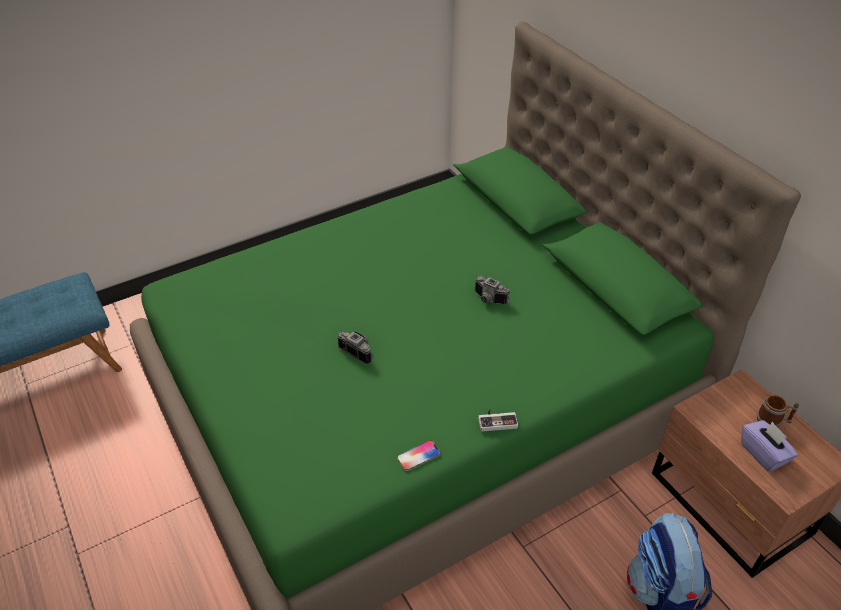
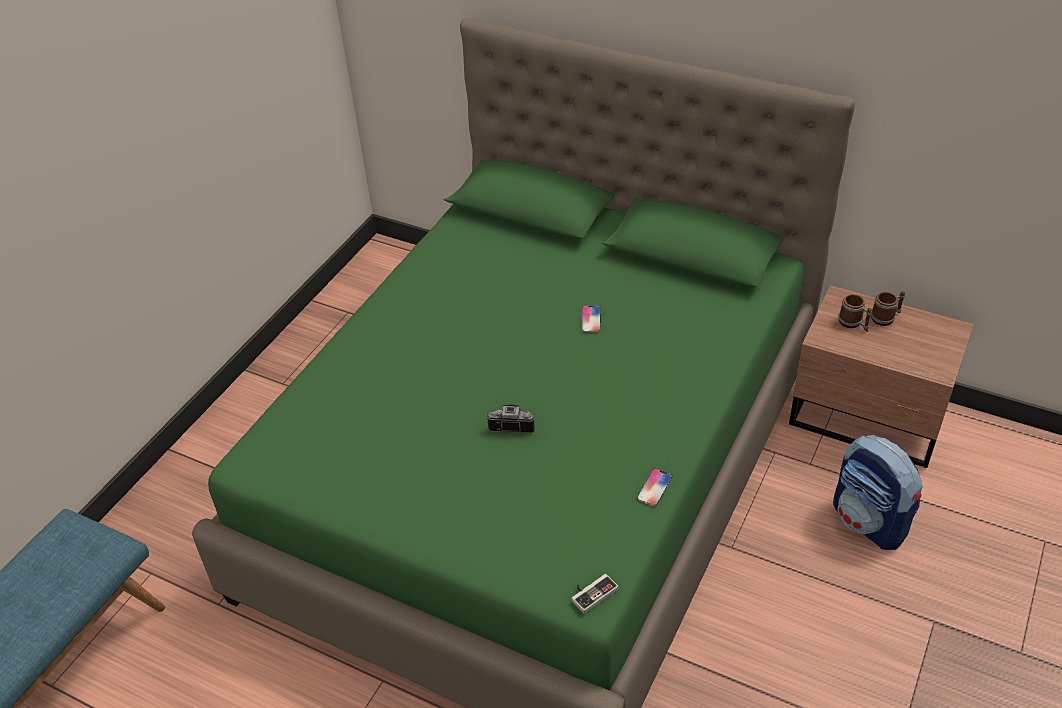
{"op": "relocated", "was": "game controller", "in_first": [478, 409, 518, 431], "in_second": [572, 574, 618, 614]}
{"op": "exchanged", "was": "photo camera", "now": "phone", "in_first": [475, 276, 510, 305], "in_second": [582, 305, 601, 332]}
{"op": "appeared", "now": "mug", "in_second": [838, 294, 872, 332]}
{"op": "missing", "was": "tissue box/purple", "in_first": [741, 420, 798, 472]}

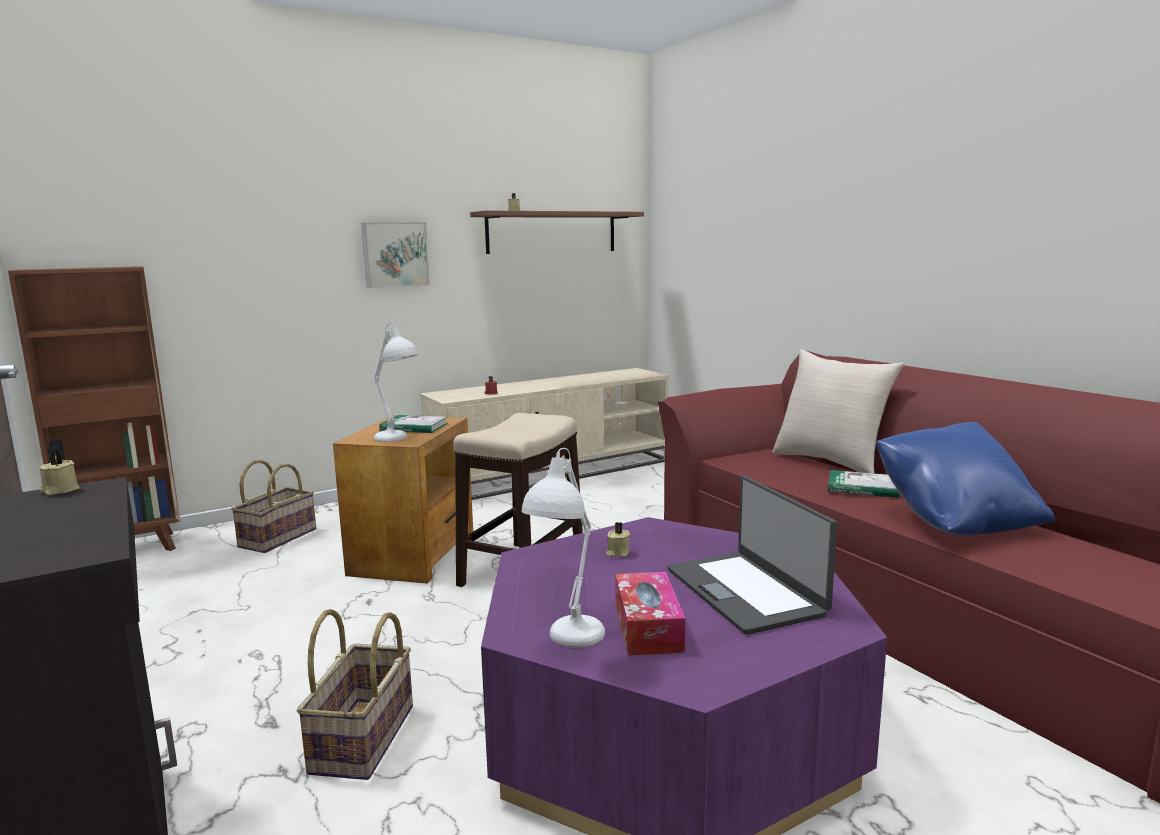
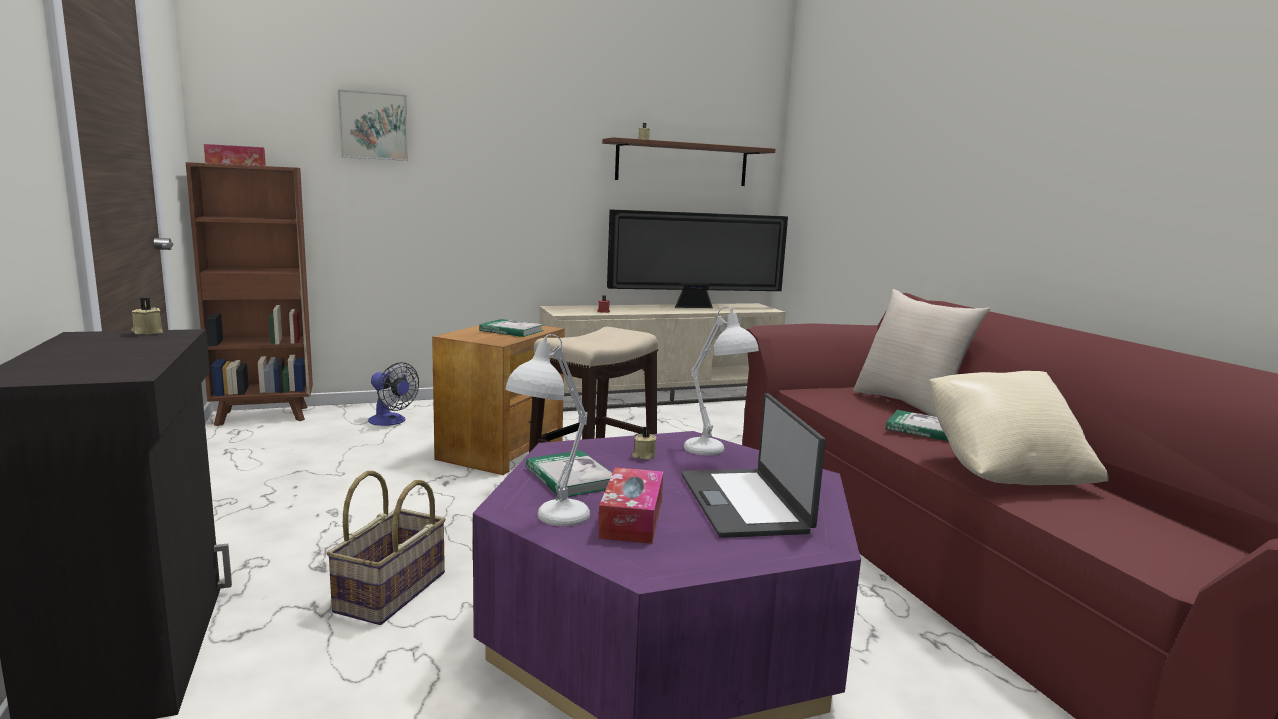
{"op": "appeared", "now": "tissue box", "in_second": [204, 144, 266, 166]}
{"op": "relocated", "was": "picture", "in_first": [361, 222, 430, 288], "in_second": [338, 89, 408, 161]}
{"op": "exchanged", "was": "basket", "now": "fan", "in_first": [231, 459, 316, 553], "in_second": [368, 362, 419, 426]}
{"op": "appeared", "now": "book", "in_second": [526, 450, 613, 497]}
{"op": "appeared", "now": "television", "in_second": [607, 209, 788, 308]}
{"op": "relocated", "was": "table lamp/white", "in_first": [374, 323, 418, 442], "in_second": [684, 307, 759, 456]}
{"op": "colour", "was": "pillow/blue", "now": "pillow/beige", "in_first": [876, 422, 1055, 536], "in_second": [929, 371, 1108, 485]}

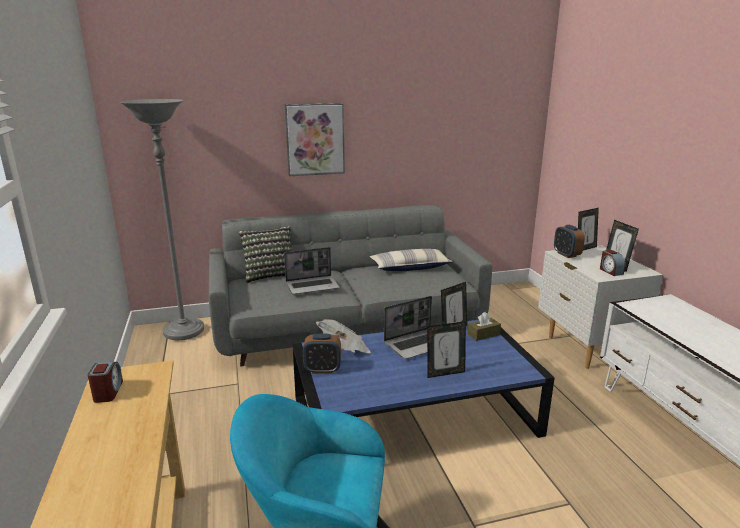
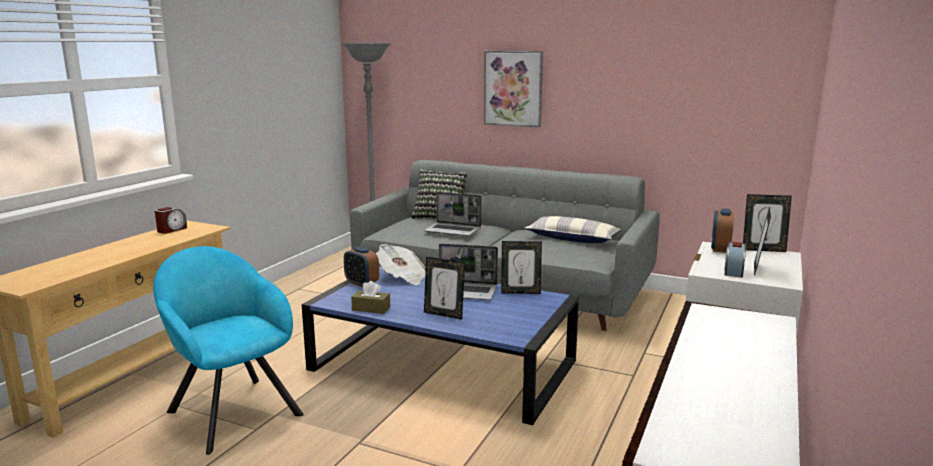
{"op": "relocated", "was": "tissue box/brown", "in_first": [468, 312, 501, 341], "in_second": [351, 281, 390, 314]}

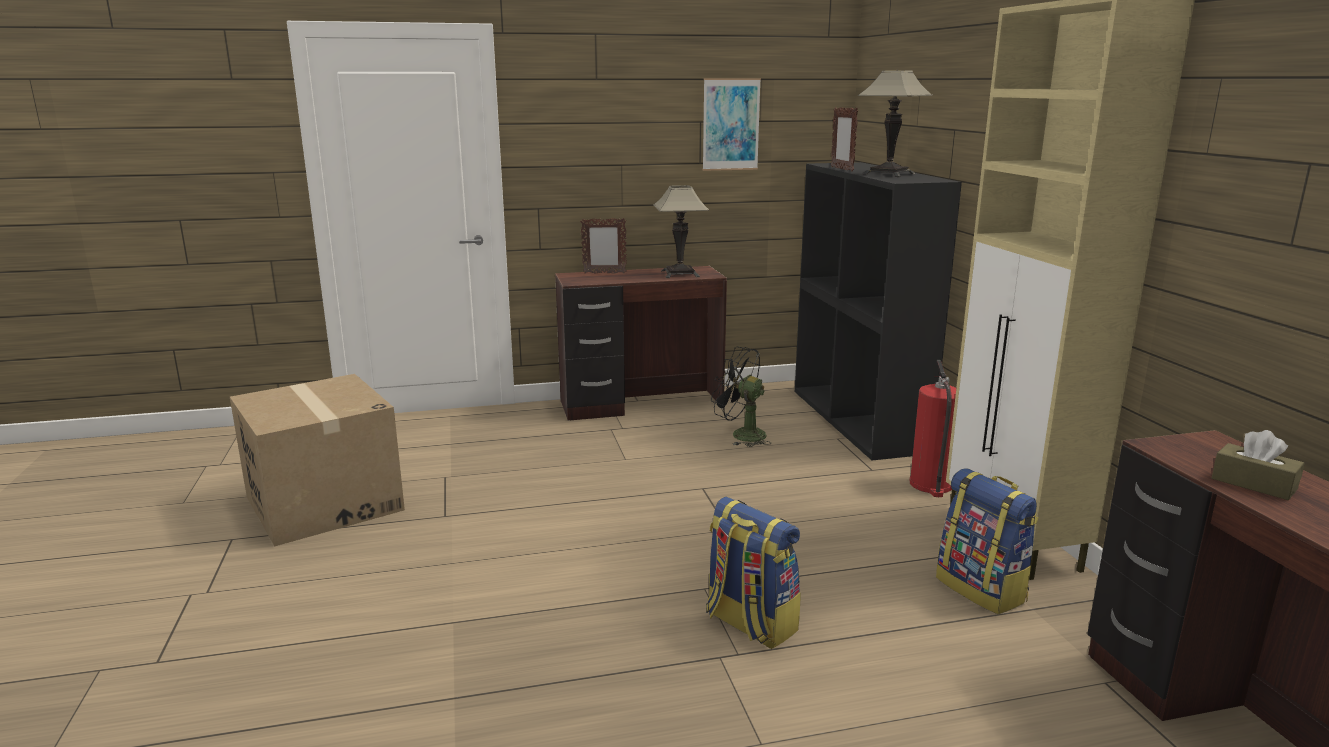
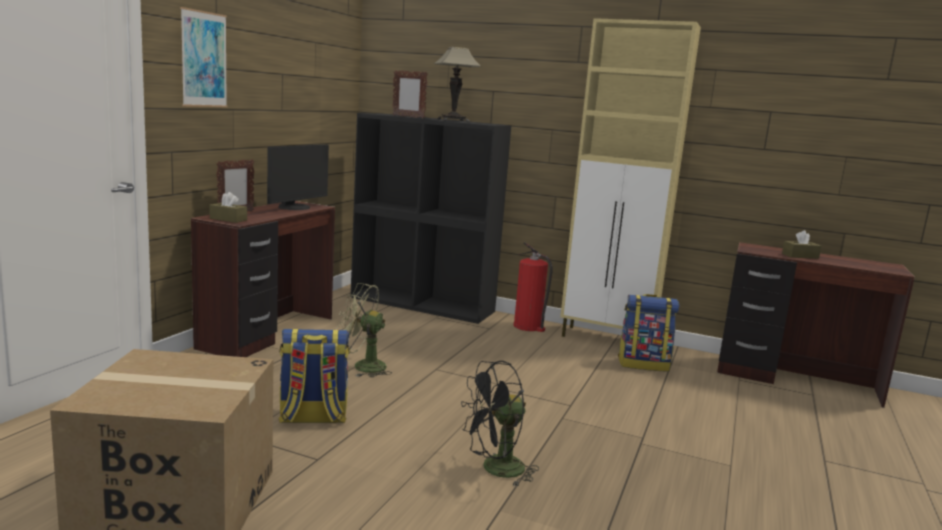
{"op": "relocated", "was": "picture", "in_first": [703, 78, 761, 171], "in_second": [180, 7, 227, 107]}
{"op": "appeared", "now": "tissue box/brown", "in_second": [210, 192, 247, 223]}
{"op": "exchanged", "was": "table lamp", "now": "monitor", "in_first": [653, 185, 709, 278], "in_second": [267, 144, 329, 210]}
{"op": "relocated", "was": "backpack", "in_first": [706, 497, 801, 649], "in_second": [279, 329, 350, 423]}
{"op": "appeared", "now": "fan/green", "in_second": [336, 283, 392, 378]}
{"op": "relocated", "was": "fan/black", "in_first": [711, 347, 771, 447], "in_second": [461, 361, 539, 487]}

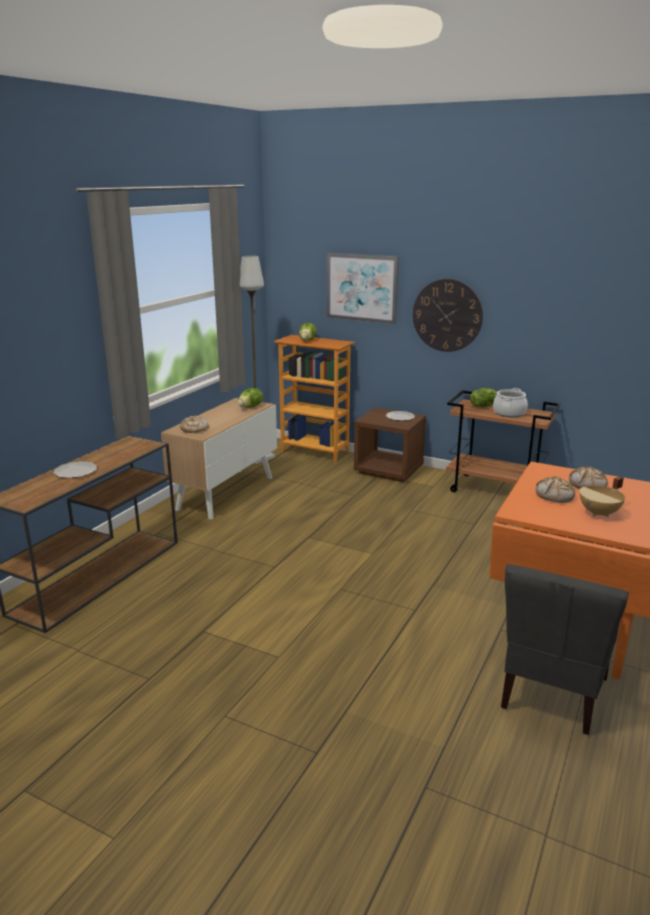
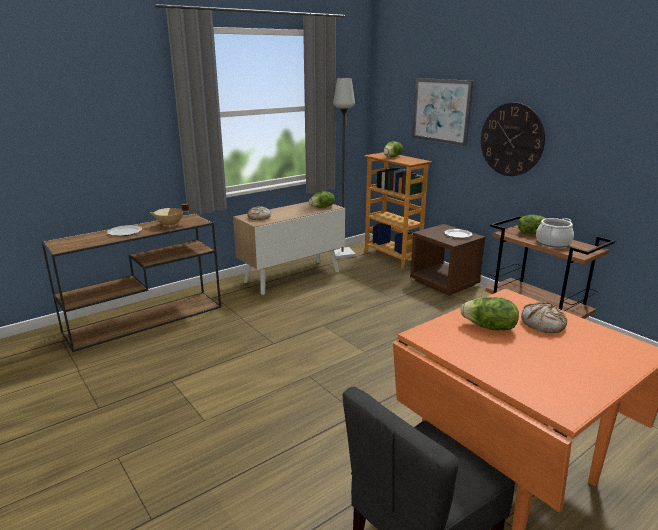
{"op": "relocated", "was": "cooking pot/beige", "in_first": [580, 476, 625, 517], "in_second": [150, 204, 189, 227]}
{"op": "exchanged", "was": "bread", "now": "lettuce", "in_first": [536, 476, 575, 503], "in_second": [461, 297, 519, 331]}

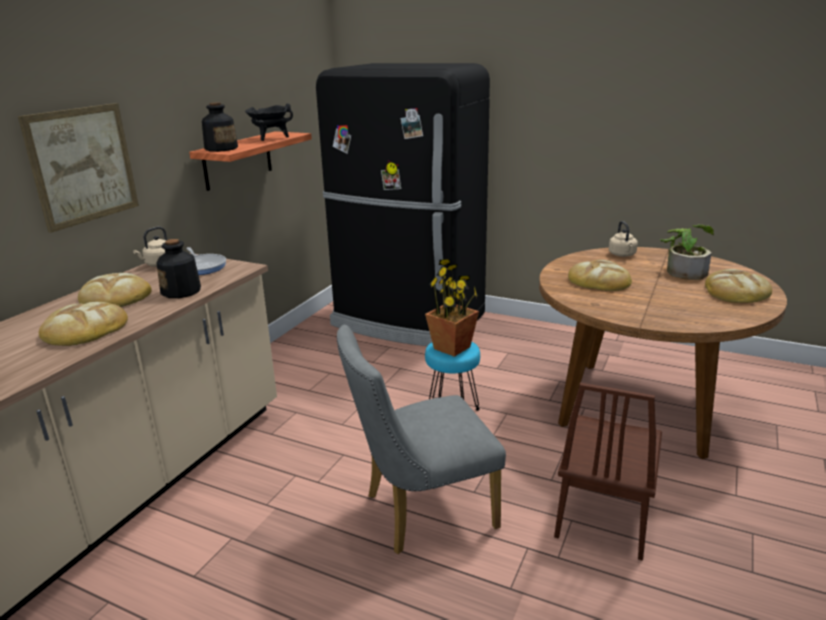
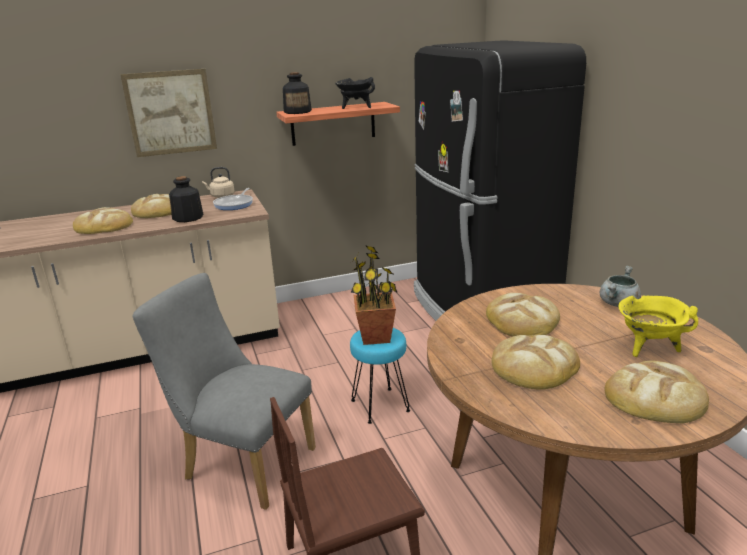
{"op": "appeared", "now": "bread", "in_second": [491, 335, 580, 390]}
{"op": "exchanged", "was": "kettle/beige", "now": "cooking pot/grey", "in_first": [609, 221, 638, 257], "in_second": [600, 266, 641, 307]}
{"op": "exchanged", "was": "potted plant", "now": "cooking pot/yellow", "in_first": [660, 224, 714, 280], "in_second": [619, 295, 698, 357]}

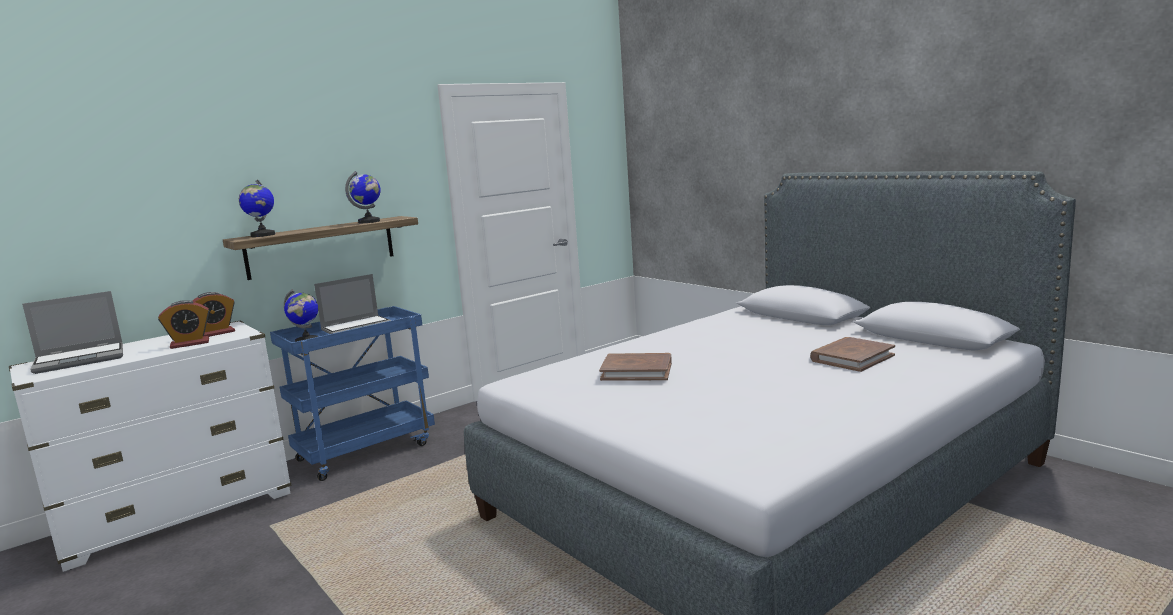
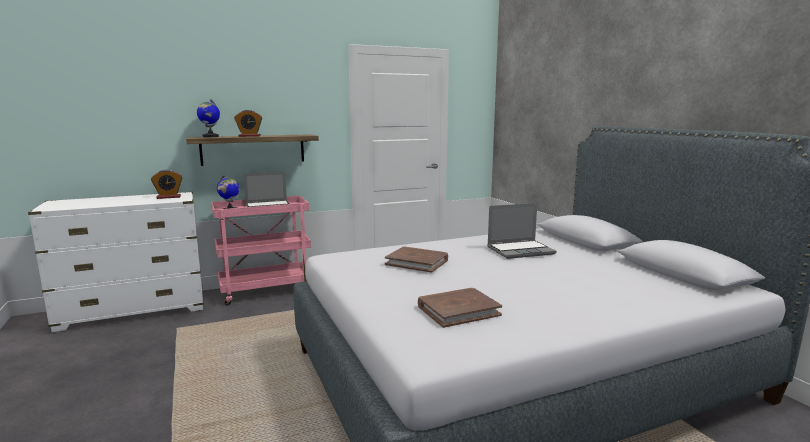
{"op": "colour", "was": "cart/blue", "now": "cart/pink", "in_first": [270, 306, 435, 481], "in_second": [211, 196, 311, 305]}
{"op": "relocated", "was": "alarm clock", "in_first": [158, 300, 210, 349], "in_second": [234, 110, 262, 137]}
{"op": "relocated", "was": "book/brown", "in_first": [810, 337, 895, 372], "in_second": [418, 288, 502, 328]}
{"op": "relocated", "was": "laptop", "in_first": [22, 291, 123, 374], "in_second": [487, 203, 556, 259]}
{"op": "missing", "was": "globe", "in_first": [345, 171, 381, 223]}

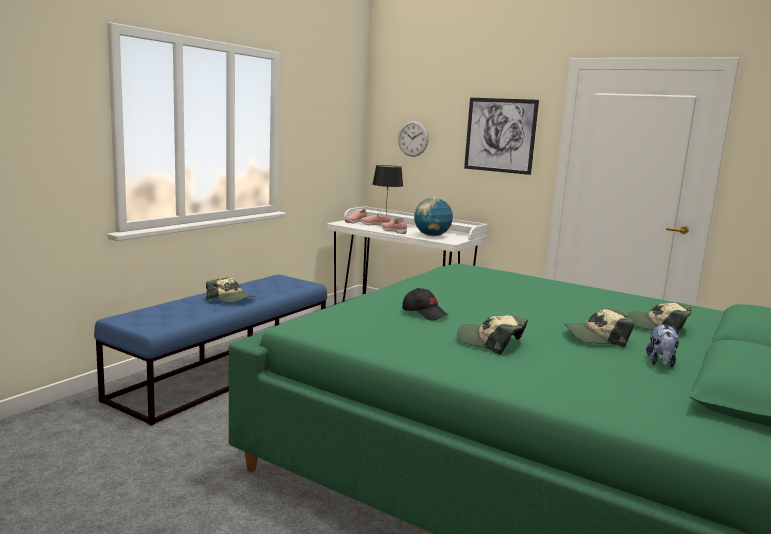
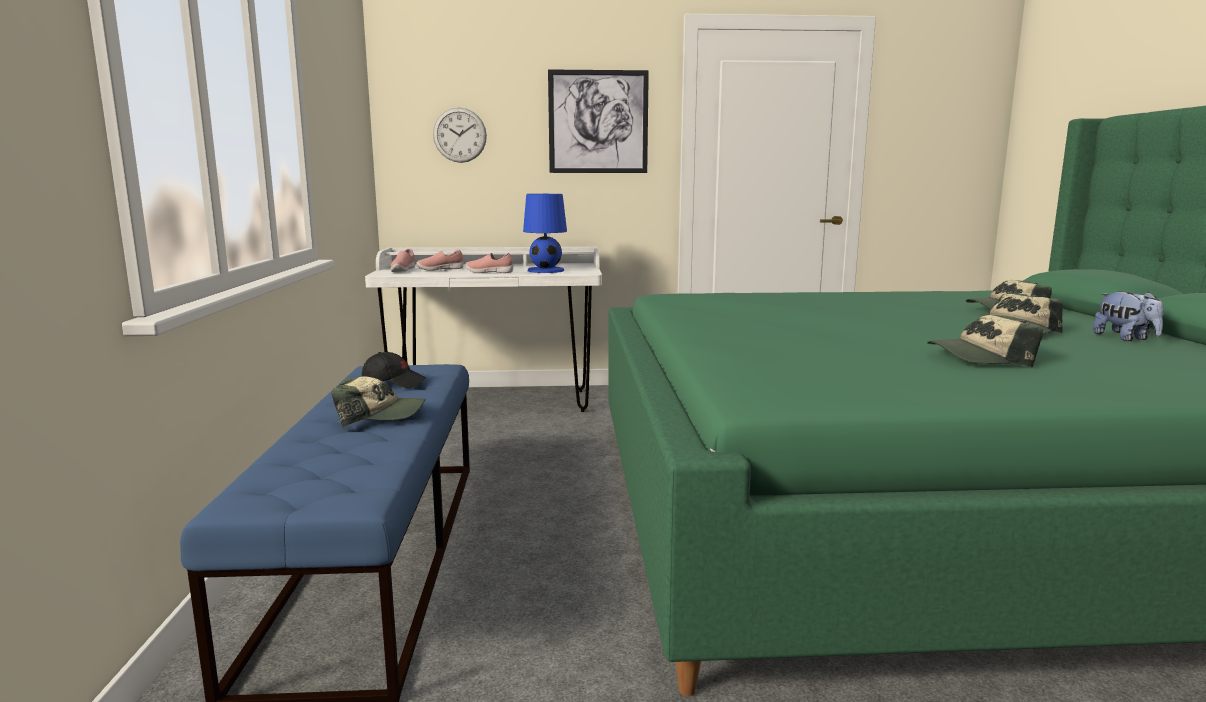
{"op": "relocated", "was": "cap/black", "in_first": [402, 288, 448, 321], "in_second": [362, 352, 426, 388]}
{"op": "exchanged", "was": "globe", "now": "table lamp/blue", "in_first": [414, 197, 453, 236], "in_second": [523, 194, 567, 273]}
{"op": "missing", "was": "table lamp/black", "in_first": [372, 165, 403, 211]}

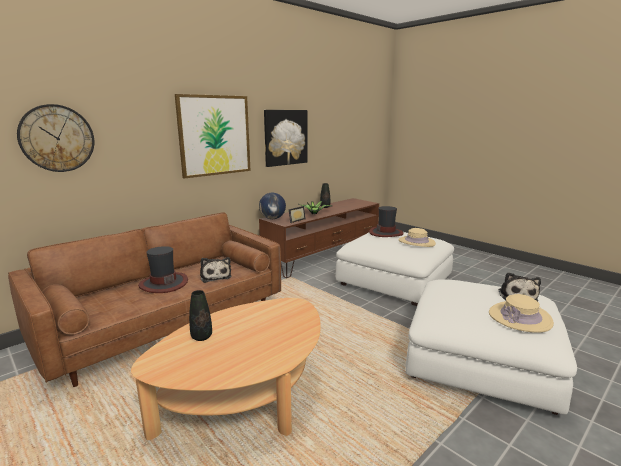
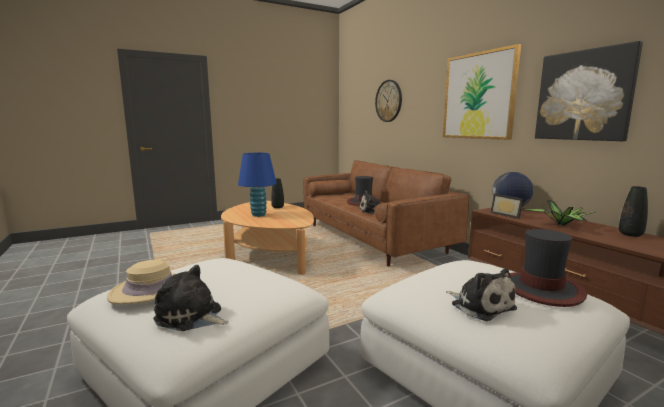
{"op": "appeared", "now": "table lamp/blue", "in_second": [238, 153, 277, 217]}
{"op": "exchanged", "was": "hat/beige", "now": "plush toy", "in_first": [398, 228, 436, 247], "in_second": [446, 268, 517, 321]}

